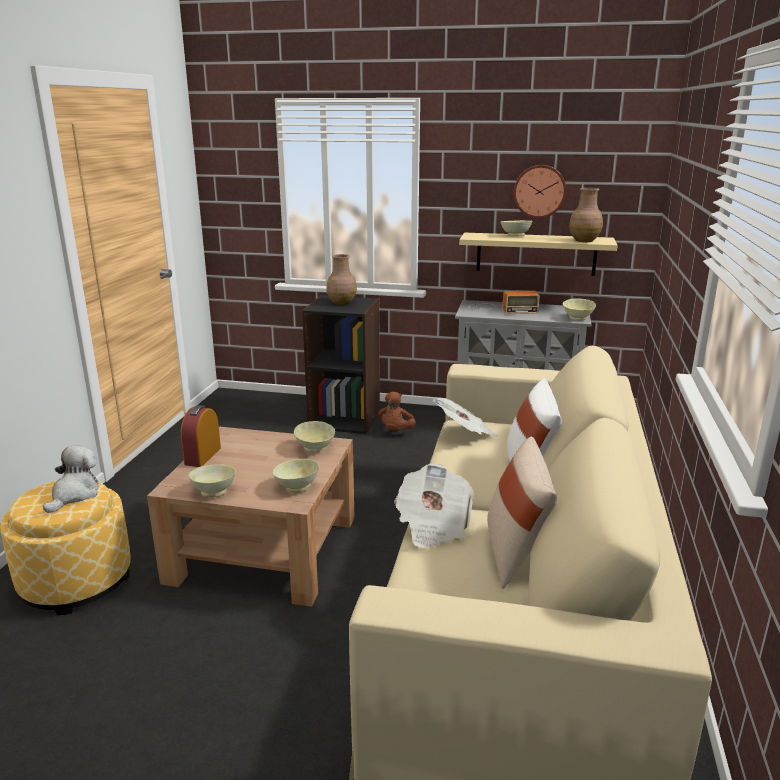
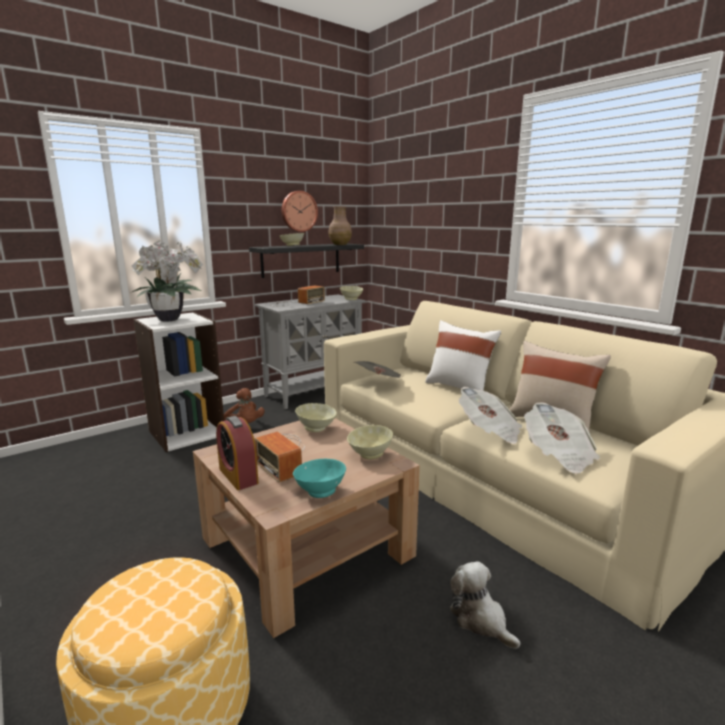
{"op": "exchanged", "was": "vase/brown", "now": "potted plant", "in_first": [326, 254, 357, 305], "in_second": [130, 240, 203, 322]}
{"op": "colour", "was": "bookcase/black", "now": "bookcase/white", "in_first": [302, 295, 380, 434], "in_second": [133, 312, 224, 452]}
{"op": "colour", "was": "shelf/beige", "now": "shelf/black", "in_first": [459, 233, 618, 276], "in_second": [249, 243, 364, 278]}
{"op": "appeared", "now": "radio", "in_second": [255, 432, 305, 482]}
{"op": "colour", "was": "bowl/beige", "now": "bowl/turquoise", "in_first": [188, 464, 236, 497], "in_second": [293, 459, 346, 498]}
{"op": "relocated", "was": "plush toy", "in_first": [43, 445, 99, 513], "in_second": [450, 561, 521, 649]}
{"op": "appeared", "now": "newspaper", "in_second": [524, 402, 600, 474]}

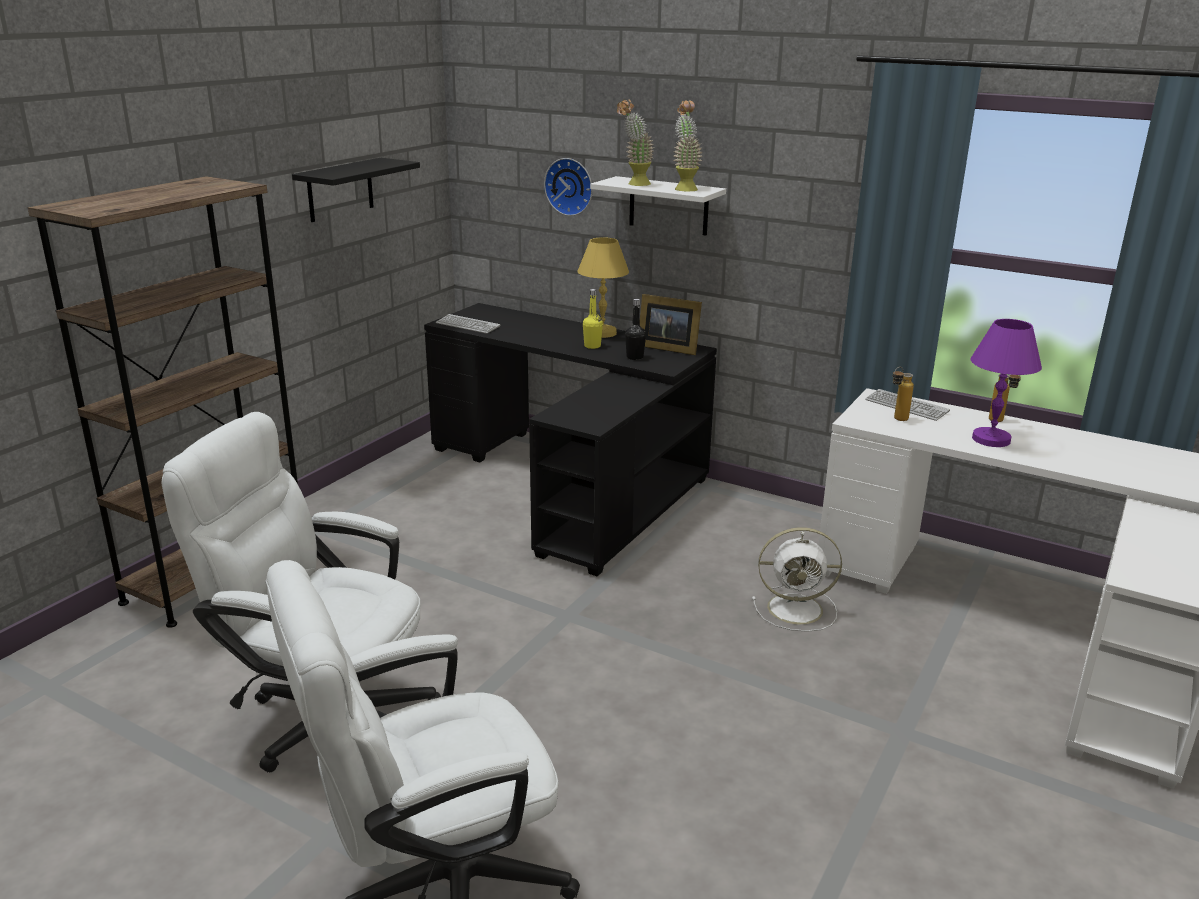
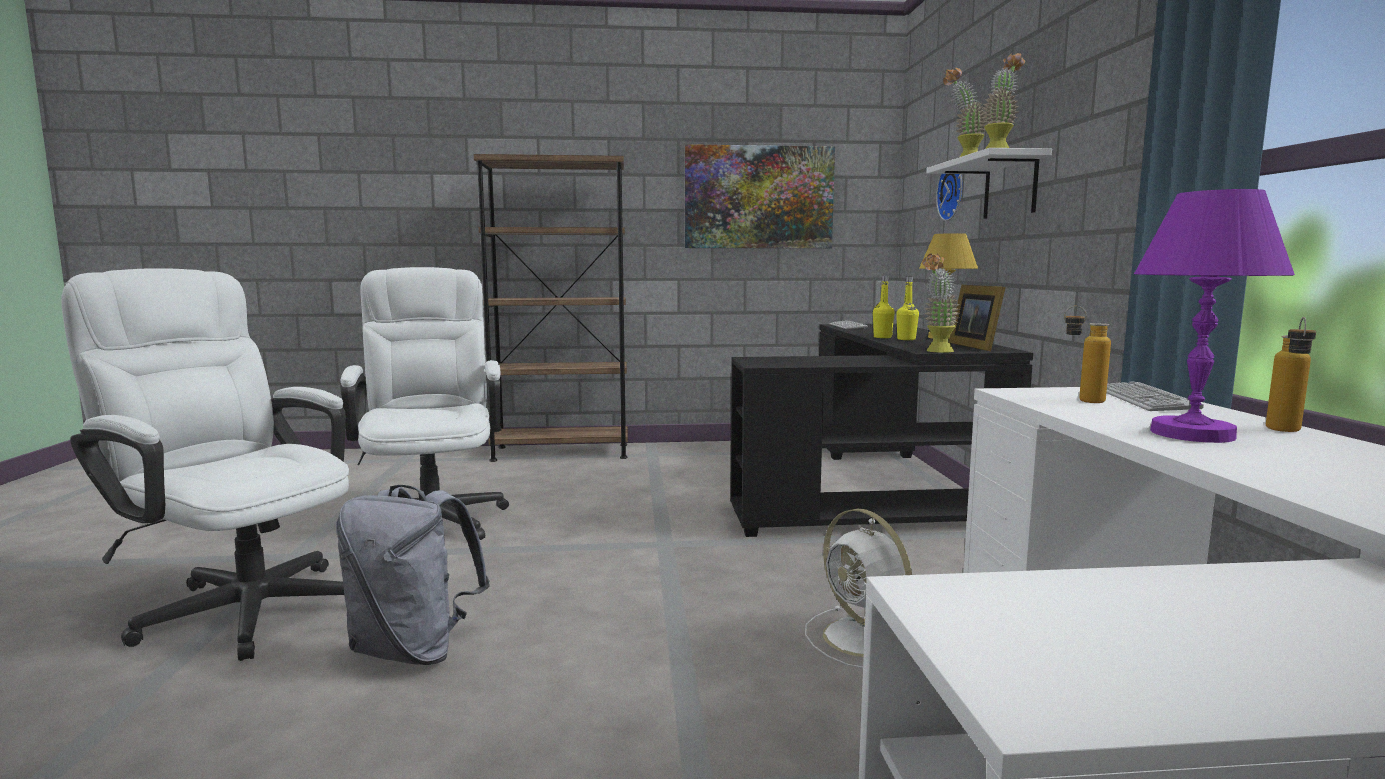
{"op": "appeared", "now": "backpack/grey", "in_second": [336, 485, 490, 665]}
{"op": "exchanged", "was": "shelf/black", "now": "picture", "in_first": [292, 158, 420, 222], "in_second": [685, 144, 835, 248]}
{"op": "appeared", "now": "bottle/yellow", "in_second": [873, 276, 895, 338]}
{"op": "appeared", "now": "potted plant", "in_second": [922, 254, 960, 353]}
{"op": "missing", "was": "bottle/black", "in_first": [625, 299, 646, 360]}

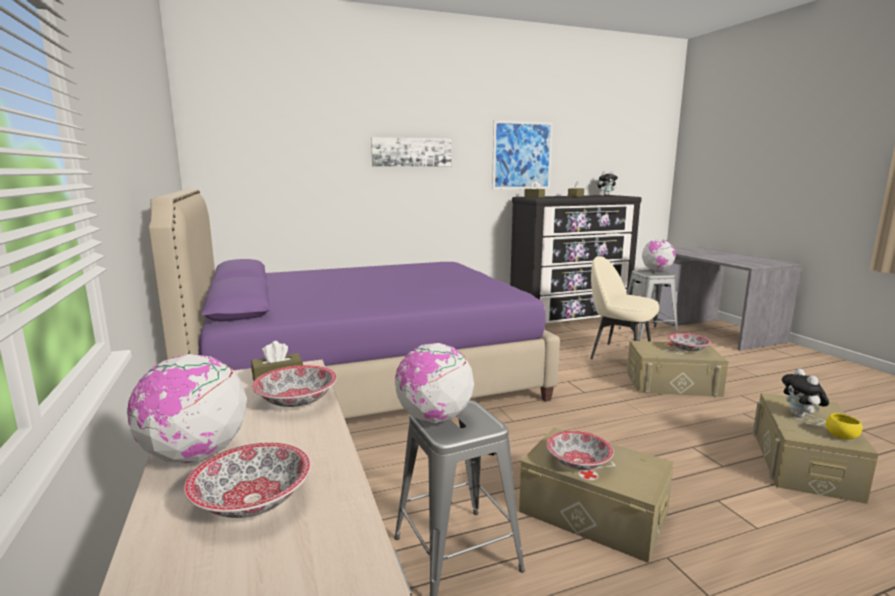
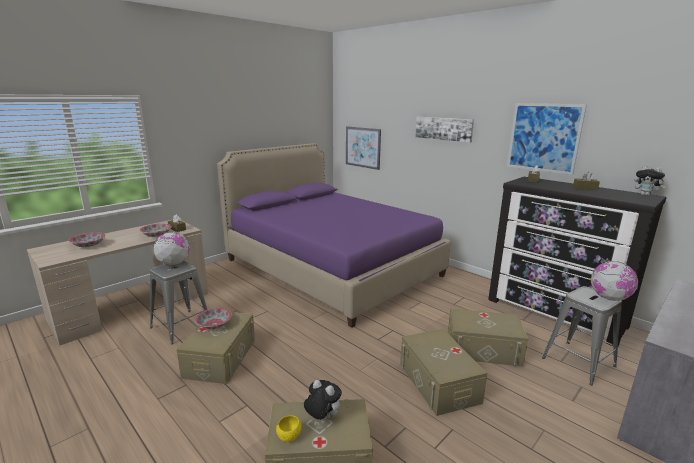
{"op": "spun", "was": "plush toy", "in_first": [782, 368, 829, 418], "in_second": [304, 380, 342, 420], "clockwise": 60}
{"op": "appeared", "now": "picture", "in_second": [346, 127, 381, 170]}
{"op": "exchanged", "was": "chair/beige", "now": "storage box/beige", "in_first": [590, 256, 659, 359], "in_second": [448, 308, 528, 367]}
{"op": "missing", "was": "globe", "in_first": [127, 354, 247, 463]}
{"op": "missing", "was": "bowl", "in_first": [667, 333, 711, 351]}

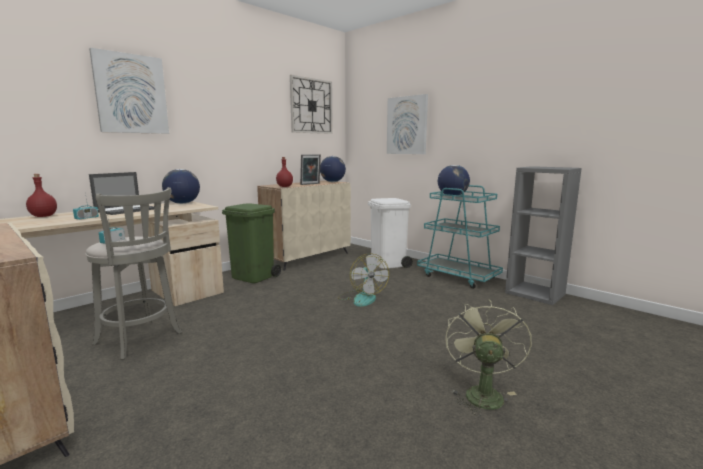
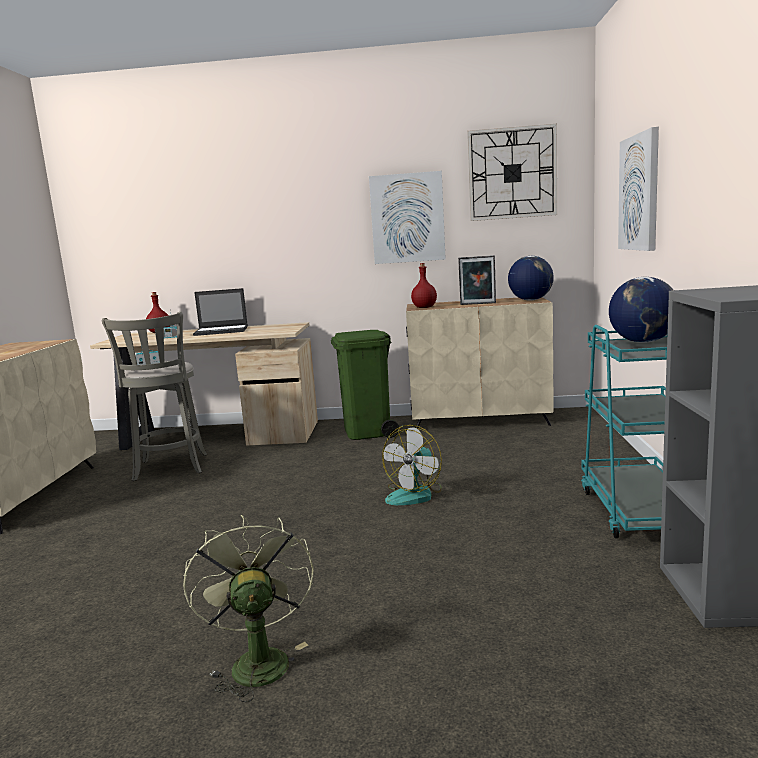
{"op": "spun", "was": "fan/green", "in_first": [445, 299, 532, 416], "in_second": [183, 515, 314, 702], "clockwise": -75}
{"op": "relocated", "was": "picture", "in_first": [89, 47, 169, 134], "in_second": [369, 171, 446, 264]}
{"op": "missing", "was": "globe", "in_first": [162, 169, 200, 204]}
{"op": "missing", "was": "trash can/white", "in_first": [368, 198, 413, 269]}

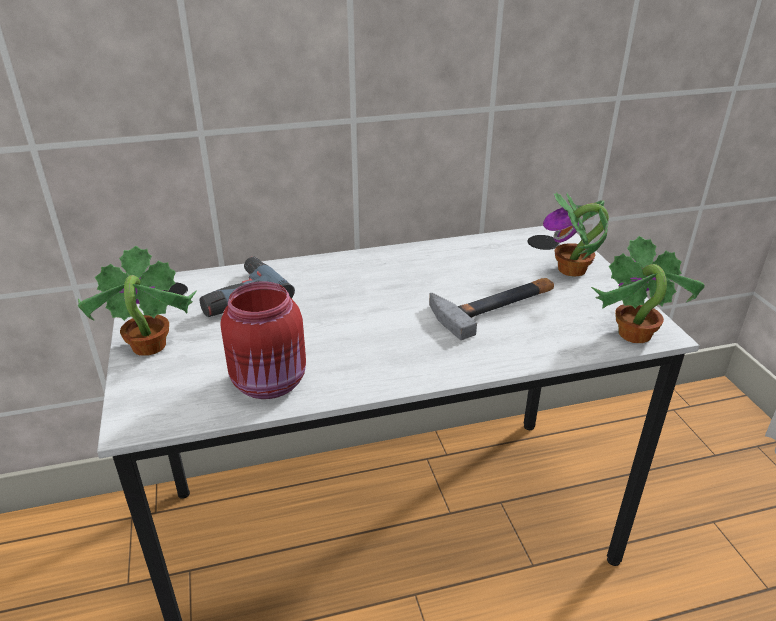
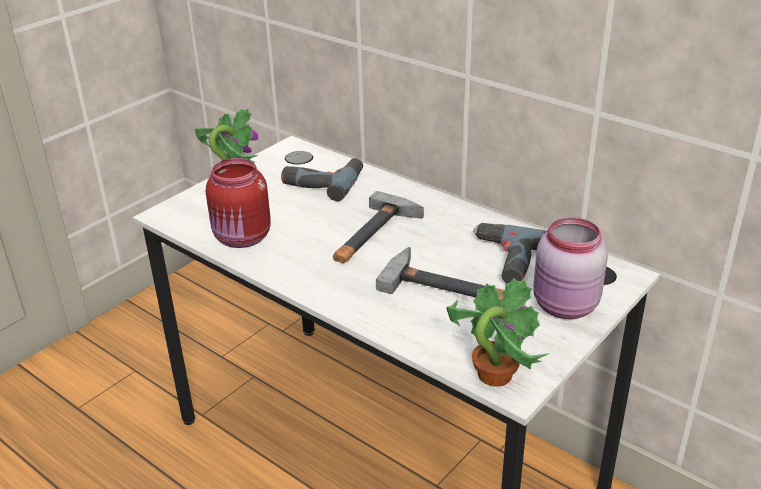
{"op": "appeared", "now": "hammer", "in_second": [333, 191, 424, 263]}
{"op": "appeared", "now": "power drill", "in_second": [473, 223, 547, 283]}
{"op": "exchanged", "was": "potted plant", "now": "jar/pink", "in_first": [543, 191, 609, 276], "in_second": [533, 217, 608, 319]}

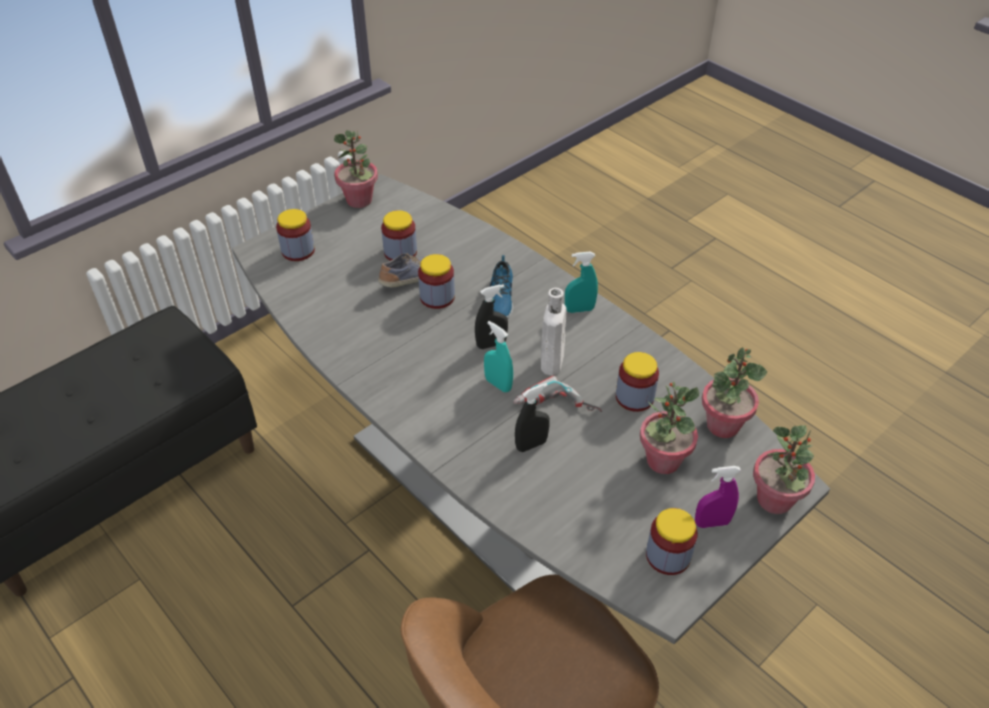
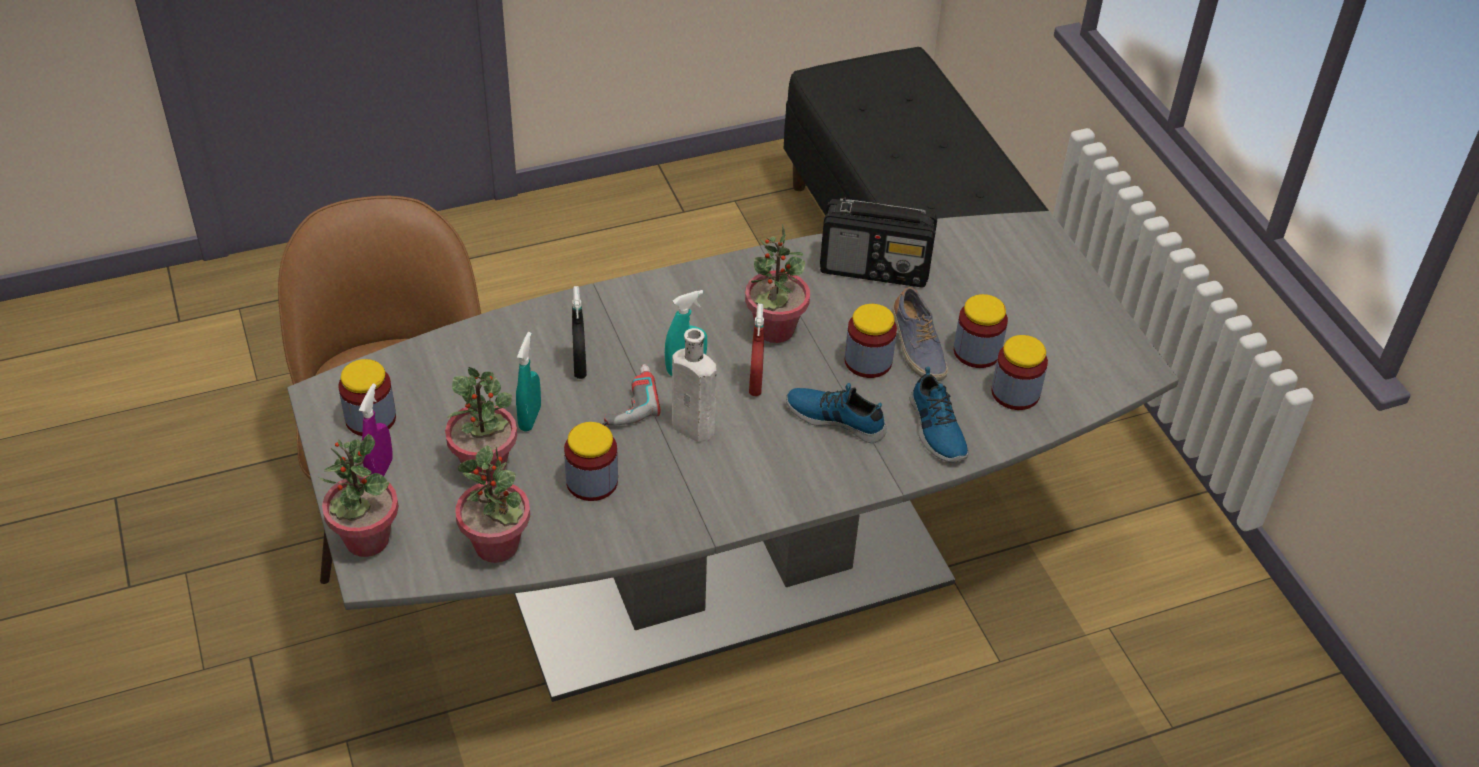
{"op": "relocated", "was": "spray bottle/turquoise", "in_first": [565, 252, 598, 313], "in_second": [516, 332, 541, 431]}
{"op": "relocated", "was": "potted plant", "in_first": [334, 129, 378, 208], "in_second": [745, 224, 810, 343]}
{"op": "colour", "was": "spray bottle/black", "now": "spray bottle/red", "in_first": [475, 284, 508, 349], "in_second": [749, 304, 764, 396]}
{"op": "appeared", "now": "radio", "in_second": [820, 197, 937, 287]}
{"op": "appeared", "now": "shoe", "in_second": [910, 367, 969, 462]}
{"op": "relocated", "was": "jar", "in_first": [276, 209, 315, 261], "in_second": [991, 335, 1048, 410]}

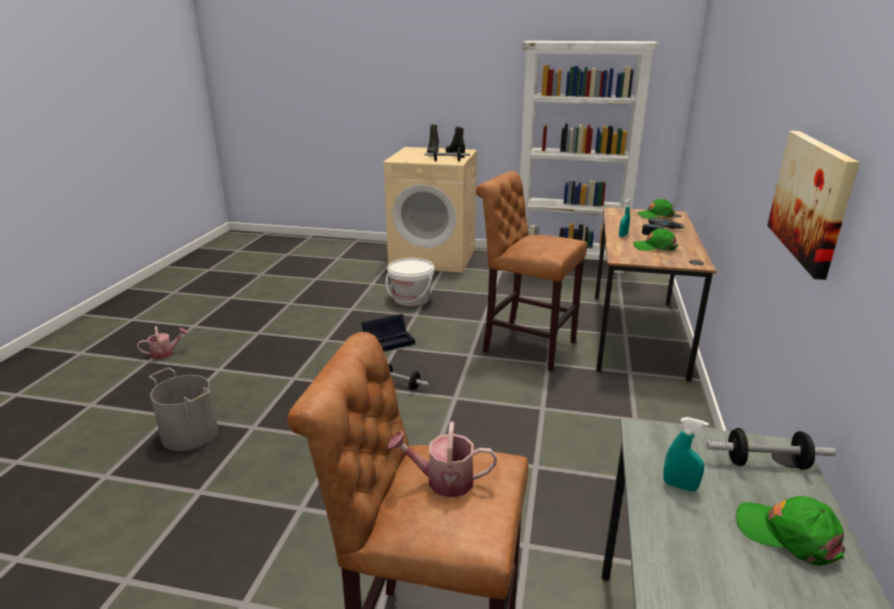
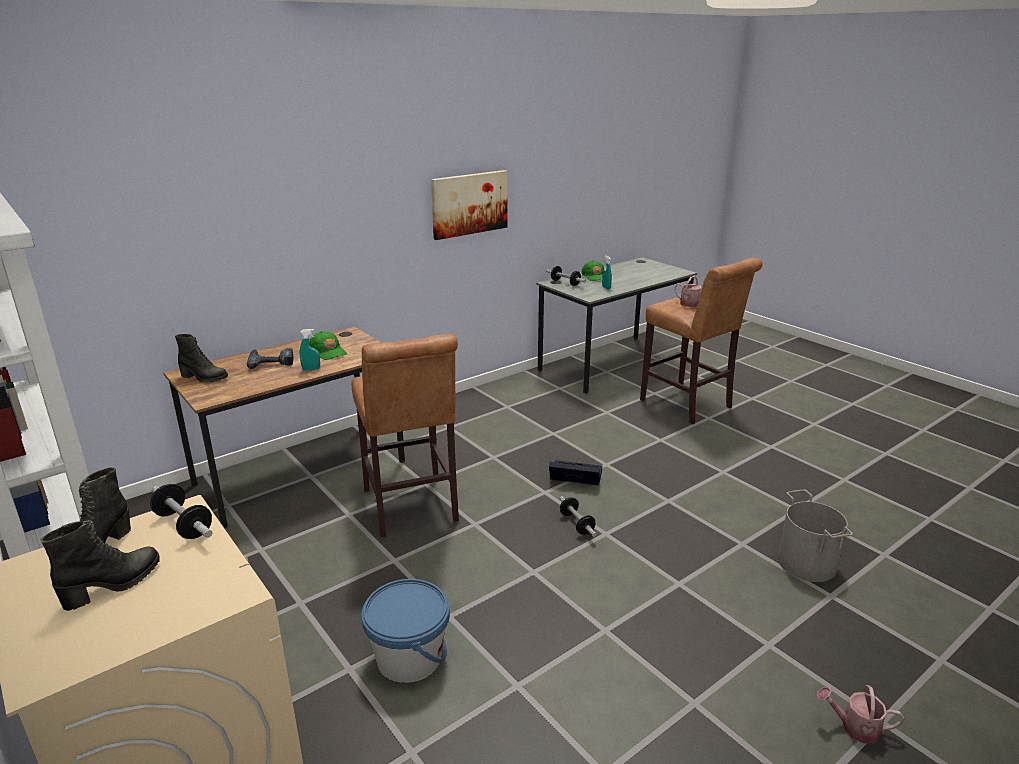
{"op": "exchanged", "was": "cap/green", "now": "boot/black", "in_first": [637, 199, 676, 219], "in_second": [175, 334, 228, 383]}
{"op": "colour", "was": "bucket/white", "now": "bucket/blue", "in_first": [386, 258, 434, 306], "in_second": [361, 579, 450, 683]}
{"op": "relocated", "was": "storage box/black", "in_first": [361, 314, 415, 351], "in_second": [549, 460, 602, 485]}

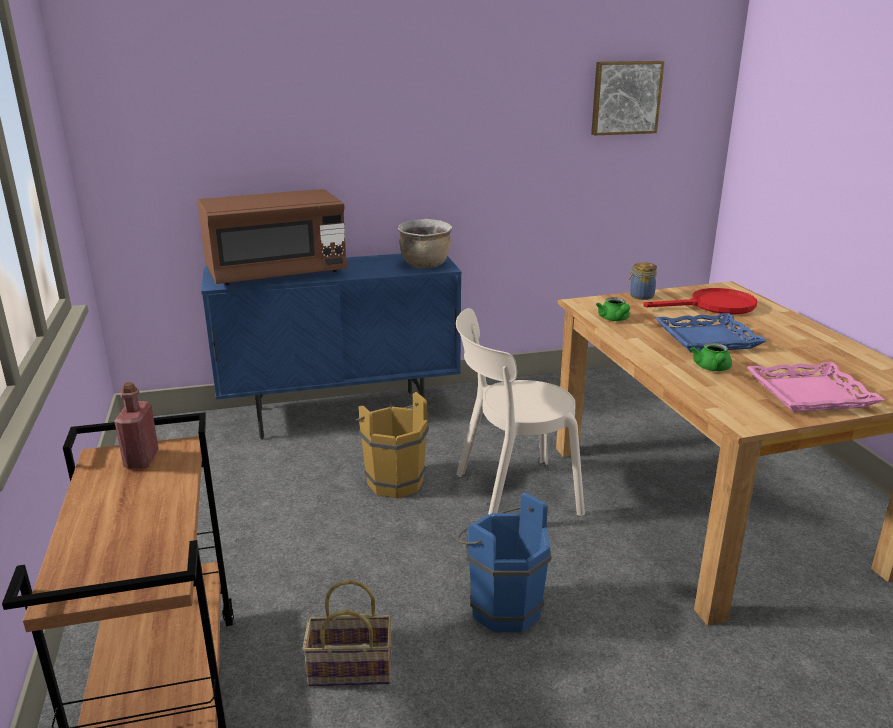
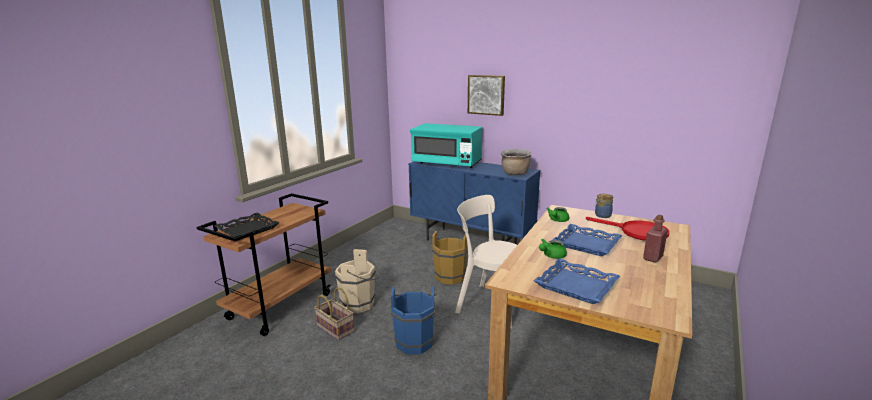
{"op": "appeared", "now": "tray/black", "in_second": [214, 213, 280, 237]}
{"op": "appeared", "now": "bucket/beige", "in_second": [335, 249, 380, 313]}
{"op": "colour", "was": "microwave/brown", "now": "microwave/turquoise", "in_first": [197, 189, 348, 285], "in_second": [410, 123, 482, 168]}
{"op": "relocated", "was": "picture", "in_first": [591, 61, 665, 135], "in_second": [468, 75, 505, 116]}
{"op": "colour", "was": "tray/pink", "now": "tray/blue", "in_first": [746, 362, 885, 412], "in_second": [534, 258, 620, 304]}
{"op": "relocated", "was": "bottle/red", "in_first": [114, 382, 159, 469], "in_second": [643, 215, 668, 263]}

